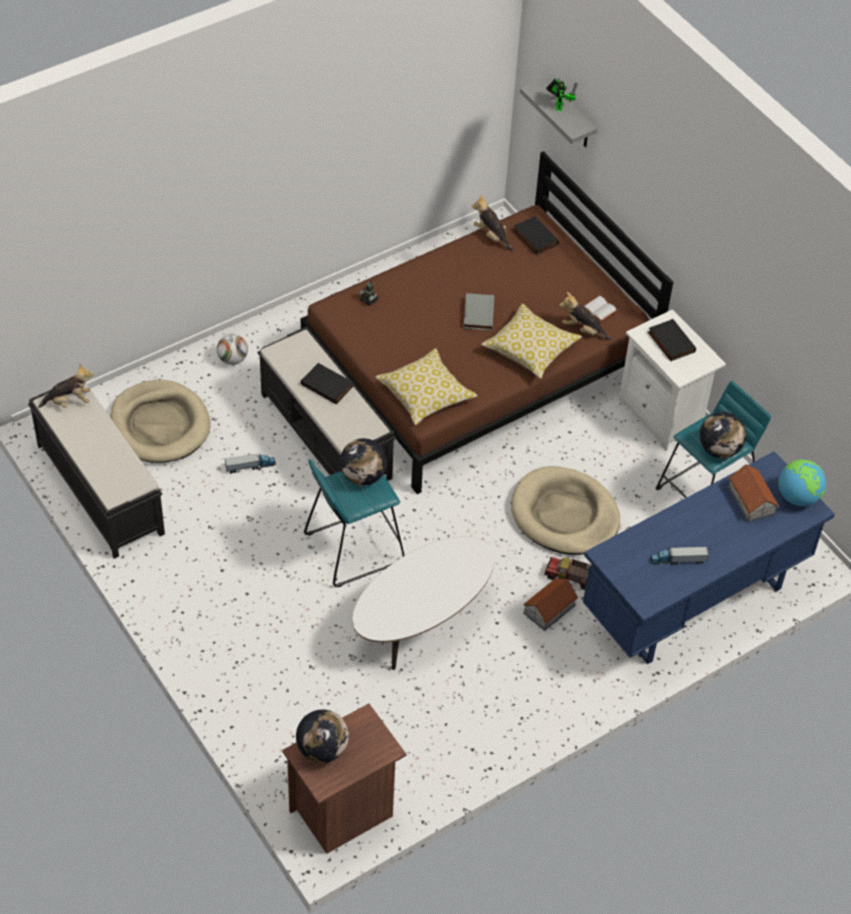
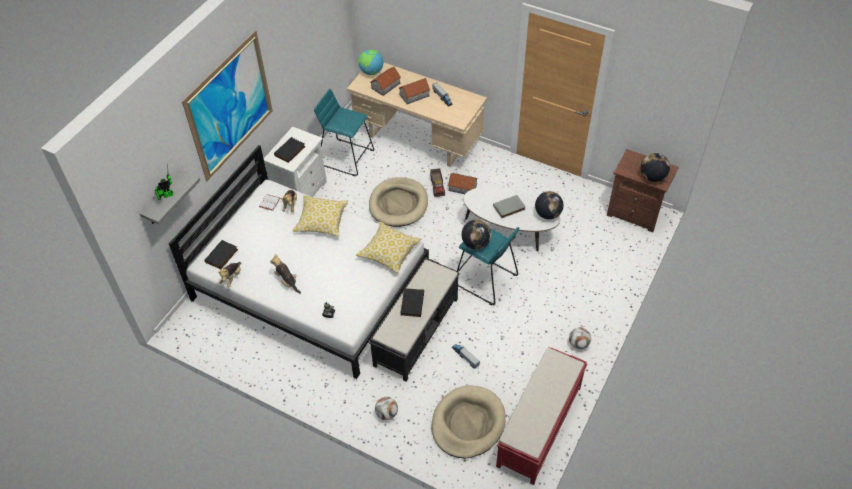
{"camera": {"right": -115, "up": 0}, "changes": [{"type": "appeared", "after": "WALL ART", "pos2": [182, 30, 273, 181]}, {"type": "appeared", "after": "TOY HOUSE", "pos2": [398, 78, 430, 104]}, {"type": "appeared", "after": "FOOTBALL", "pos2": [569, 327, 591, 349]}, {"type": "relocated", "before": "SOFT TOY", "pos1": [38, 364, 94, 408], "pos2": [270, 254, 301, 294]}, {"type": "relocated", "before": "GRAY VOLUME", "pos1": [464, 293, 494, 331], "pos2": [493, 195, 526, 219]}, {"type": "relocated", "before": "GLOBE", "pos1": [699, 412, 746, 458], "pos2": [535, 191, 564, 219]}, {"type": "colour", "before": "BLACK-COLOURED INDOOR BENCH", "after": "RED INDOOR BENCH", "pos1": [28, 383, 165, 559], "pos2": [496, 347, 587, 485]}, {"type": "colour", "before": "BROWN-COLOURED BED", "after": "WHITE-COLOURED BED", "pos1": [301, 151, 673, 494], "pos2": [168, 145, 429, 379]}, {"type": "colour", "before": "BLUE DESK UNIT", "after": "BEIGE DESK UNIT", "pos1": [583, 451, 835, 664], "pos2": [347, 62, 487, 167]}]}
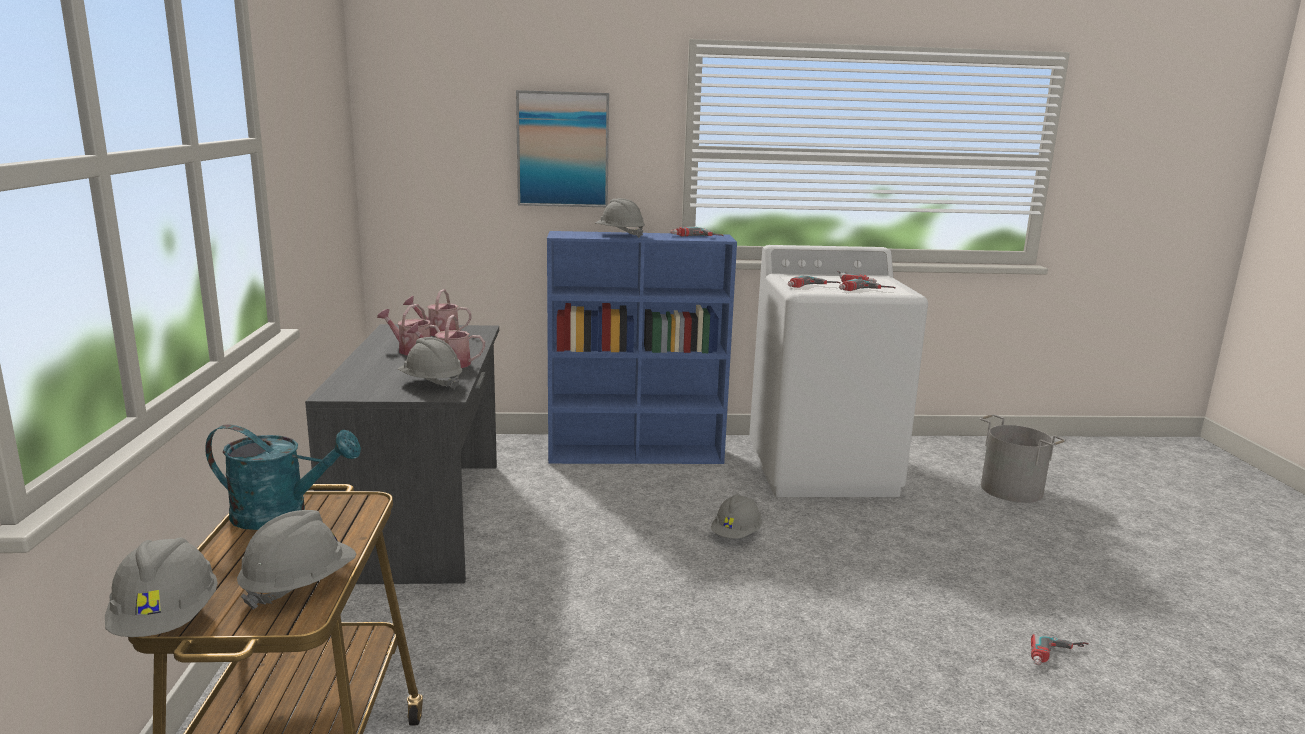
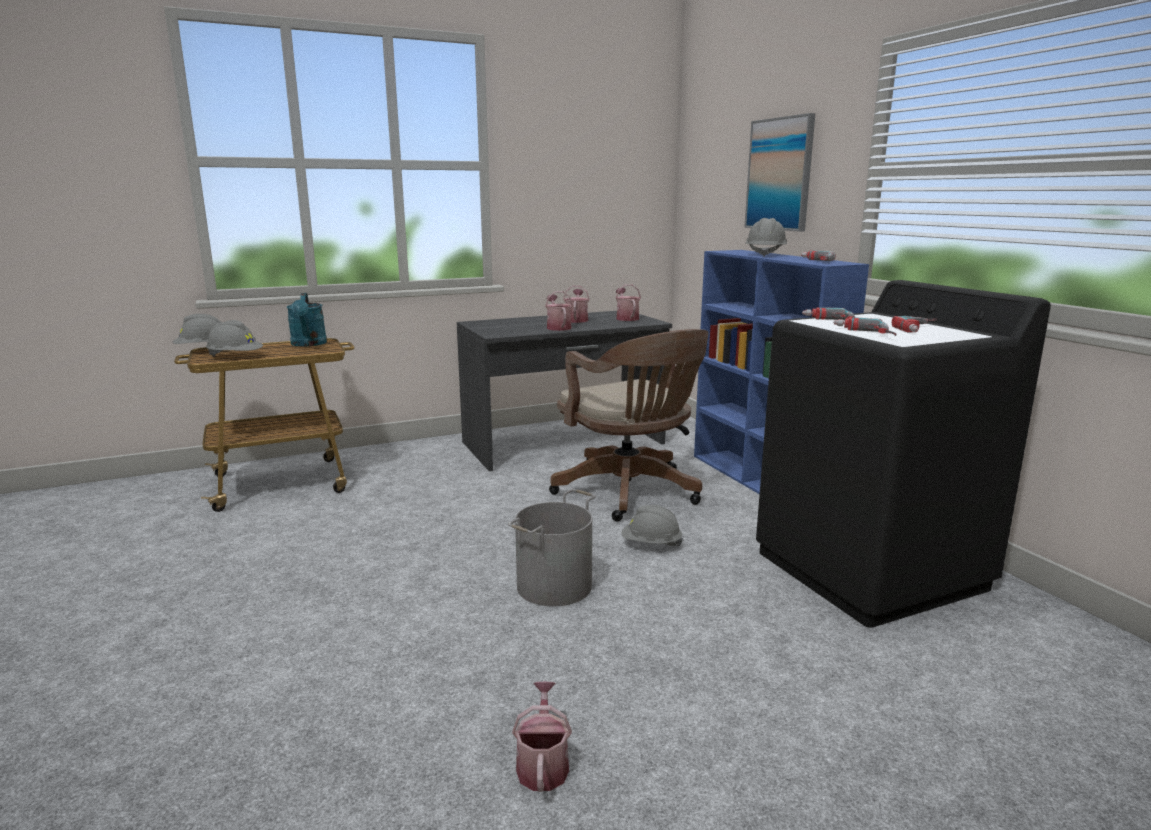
{"camera": {"right": 70, "up": 0}, "changes": [{"type": "missing", "before": "GRAY HARD HAT", "pos1": [398, 337, 462, 389]}, {"type": "appeared", "after": "BROWN-COLOURED OFFICE CHAIR", "pos2": [549, 329, 709, 522]}, {"type": "relocated", "before": "GRAY BUCKET", "pos1": [980, 414, 1066, 503], "pos2": [508, 489, 596, 607]}, {"type": "exchanged", "before": "DRILL", "after": "WATERING CAN", "pos1": [1031, 634, 1089, 666], "pos2": [512, 682, 572, 792]}, {"type": "colour", "before": "WHITE-COLOURED LAUNDRY APPLIANCE", "after": "BLACK-COLOURED LAUNDRY APPLIANCE", "pos1": [749, 245, 928, 497], "pos2": [756, 280, 1051, 628]}]}
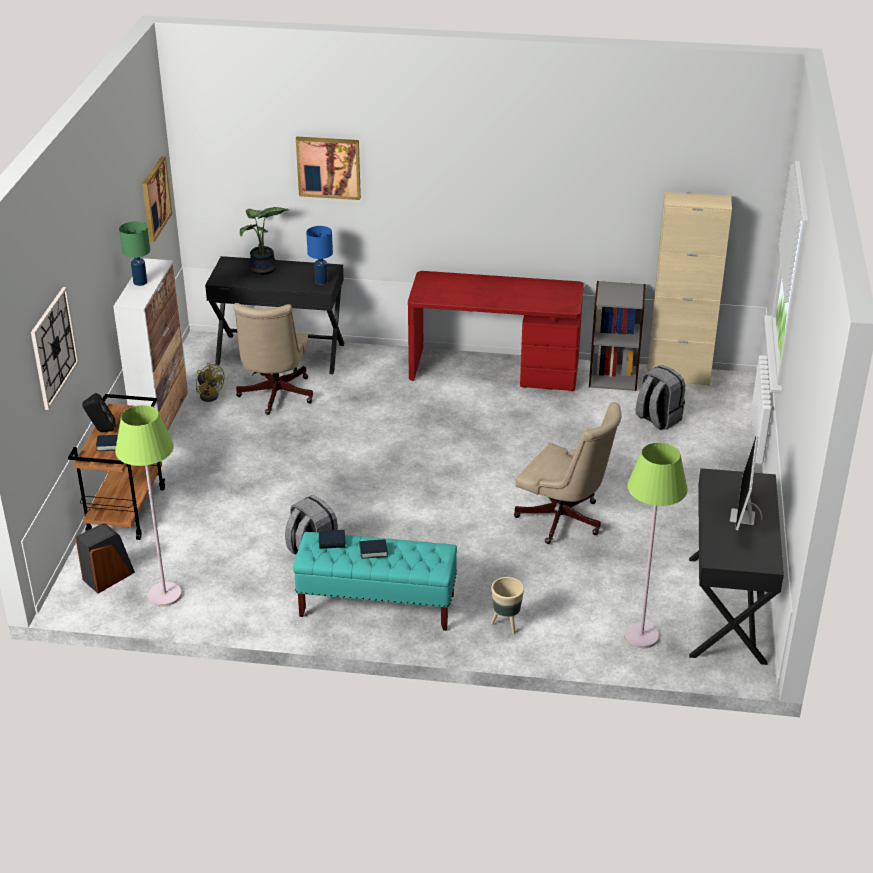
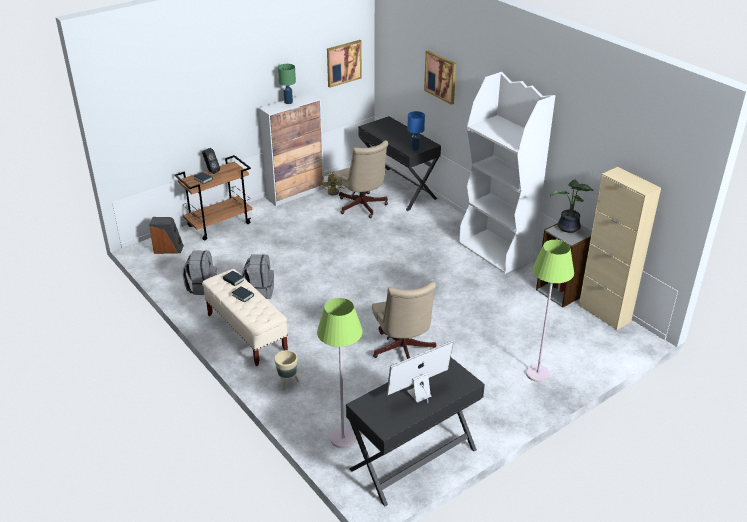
{"camera": {"right": 45, "up": 0}, "changes": [{"type": "missing", "before": "CLOCK ON THE WALL", "pos1": [31, 287, 79, 410]}, {"type": "relocated", "before": "GREENISH FLOOR LAMP", "pos1": [115, 405, 182, 607], "pos2": [526, 240, 574, 382]}, {"type": "relocated", "before": "POTTED PLANT", "pos1": [240, 207, 289, 275], "pos2": [550, 179, 594, 233]}, {"type": "relocated", "before": "GRAY BACKPACK", "pos1": [635, 365, 685, 430], "pos2": [183, 251, 217, 295]}, {"type": "exchanged", "before": "RED DESK UNIT", "after": "WHITE-COLOURED SHELVING UNIT", "pos1": [408, 271, 584, 391], "pos2": [459, 72, 555, 274]}, {"type": "colour", "before": "TURQUOISE INDOOR BENCH", "after": "BEIGE INDOOR BENCH", "pos1": [293, 531, 457, 631], "pos2": [202, 269, 288, 366]}, {"type": "spun", "before": "BEIGE OFFICE CHAIR", "pos1": [233, 303, 313, 415], "pos2": [334, 140, 388, 218], "turn": -75}]}
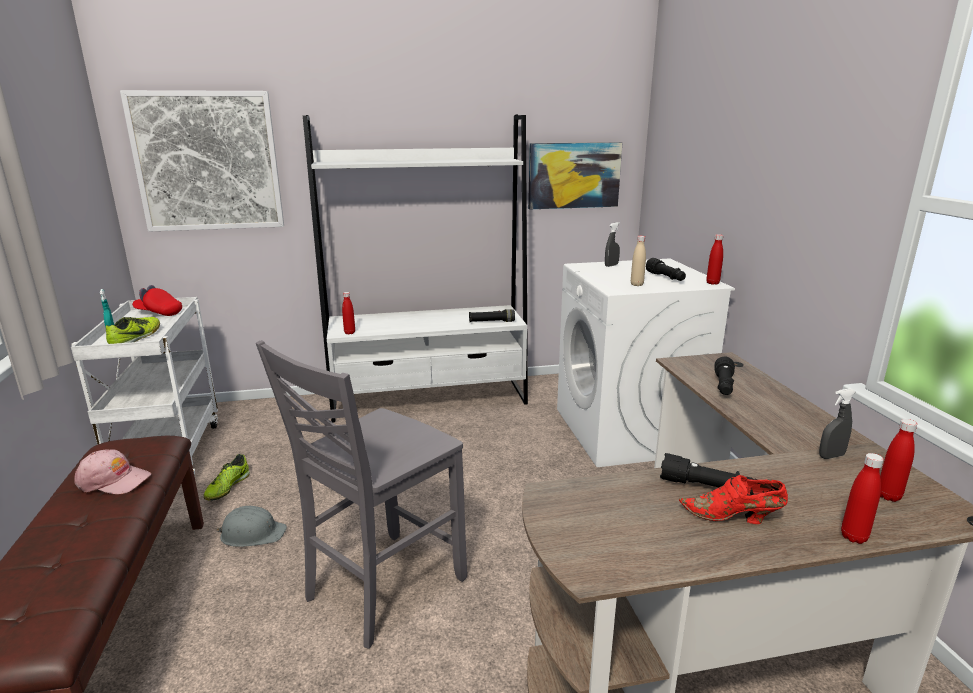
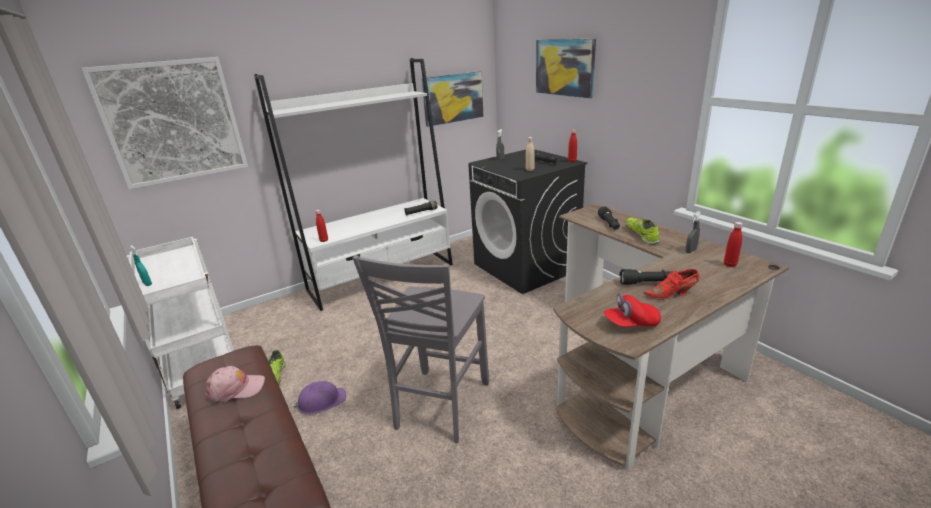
{"camera": {"right": -20, "up": 5}, "changes": [{"type": "missing", "before": "RED DRINK BOTTLE", "pos1": [841, 453, 884, 544]}, {"type": "appeared", "after": "WALL ART", "pos2": [536, 39, 596, 98]}, {"type": "relocated", "before": "ITEM OF FOOTWEAR", "pos1": [106, 317, 160, 344], "pos2": [626, 218, 659, 245]}, {"type": "relocated", "before": "RED BASEBALL CAP", "pos1": [132, 285, 182, 316], "pos2": [604, 293, 661, 327]}, {"type": "colour", "before": "GRAY HARD HAT", "after": "PURPLE HARD HAT", "pos1": [216, 506, 287, 547], "pos2": [294, 381, 346, 415]}, {"type": "colour", "before": "WHITE-COLOURED LAUNDRY APPLIANCE", "after": "BLACK-COLOURED LAUNDRY APPLIANCE", "pos1": [557, 258, 735, 467], "pos2": [468, 149, 587, 294]}]}
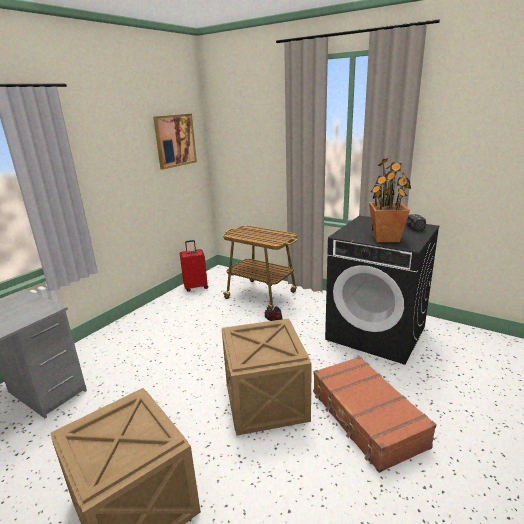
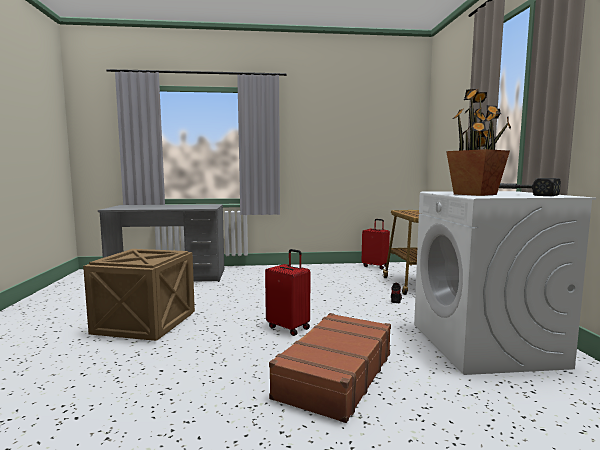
{"camera": {"right": 50, "up": -15}, "changes": [{"type": "missing", "before": "WALL ART", "pos1": [153, 114, 197, 170]}, {"type": "exchanged", "before": "CRATE", "after": "RED SUITCASE", "pos1": [222, 318, 312, 436], "pos2": [265, 249, 310, 336]}, {"type": "colour", "before": "BLACK-COLOURED LAUNDRY APPLIANCE", "after": "WHITE-COLOURED LAUNDRY APPLIANCE", "pos1": [325, 216, 439, 365], "pos2": [414, 191, 596, 375]}]}
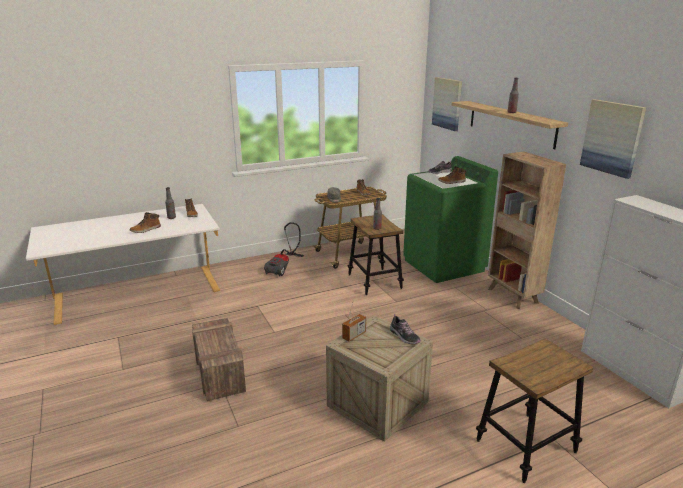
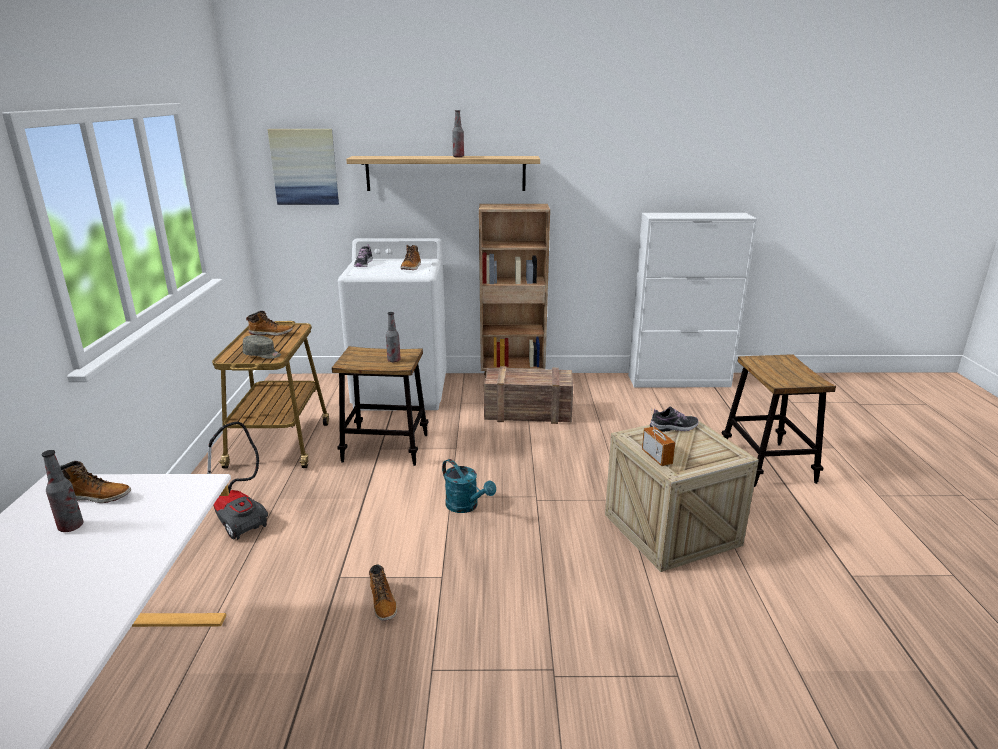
{"camera": {"right": -65, "up": 0}, "changes": [{"type": "missing", "before": "WALL ART", "pos1": [580, 99, 646, 179]}, {"type": "appeared", "after": "TURQUOISE WATERING CAN", "pos2": [442, 459, 496, 513]}, {"type": "relocated", "before": "HIGH-TOP BOOT", "pos1": [129, 212, 161, 233], "pos2": [369, 564, 397, 621]}, {"type": "relocated", "before": "CRATE", "pos1": [192, 318, 246, 401], "pos2": [484, 366, 573, 424]}, {"type": "colour", "before": "GREENISH LAUNDRY APPLIANCE", "after": "WHITE-COLOURED LAUNDRY APPLIANCE", "pos1": [403, 156, 498, 283], "pos2": [338, 238, 447, 410]}]}
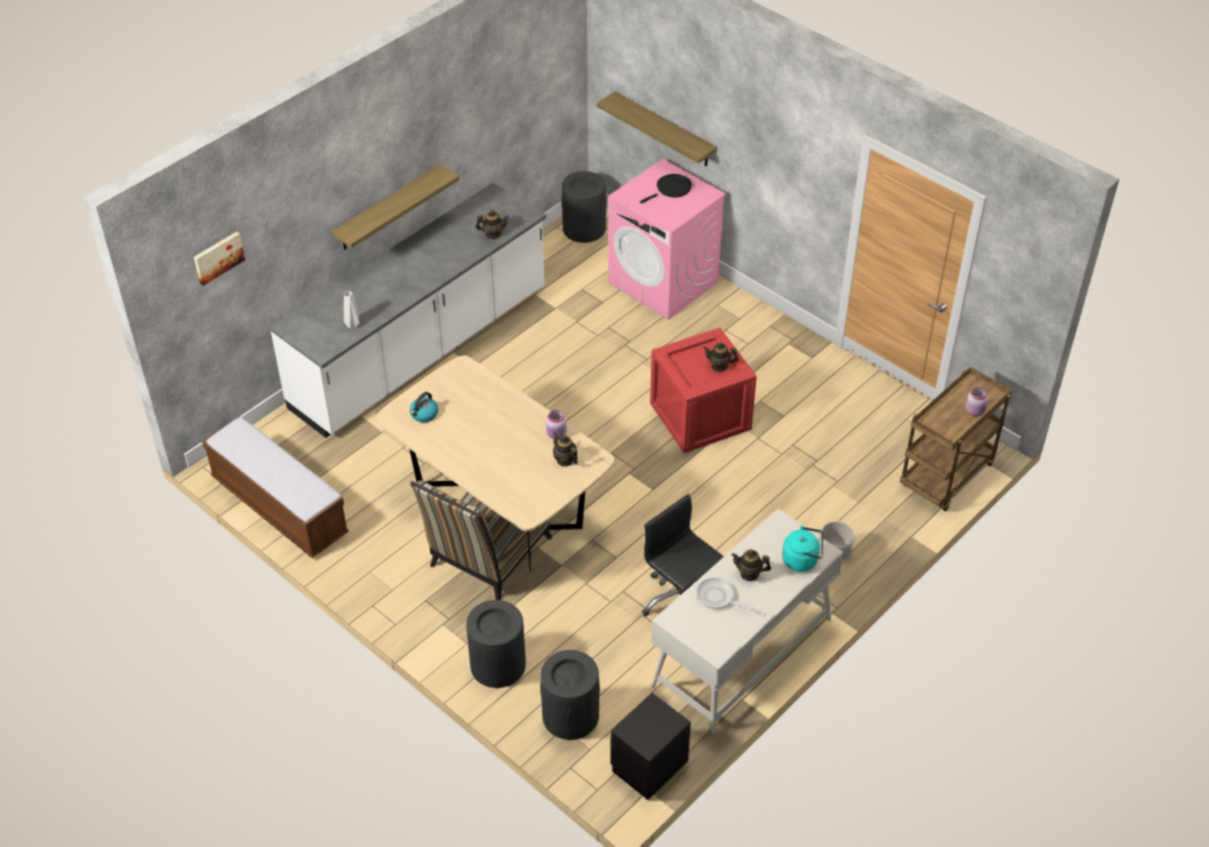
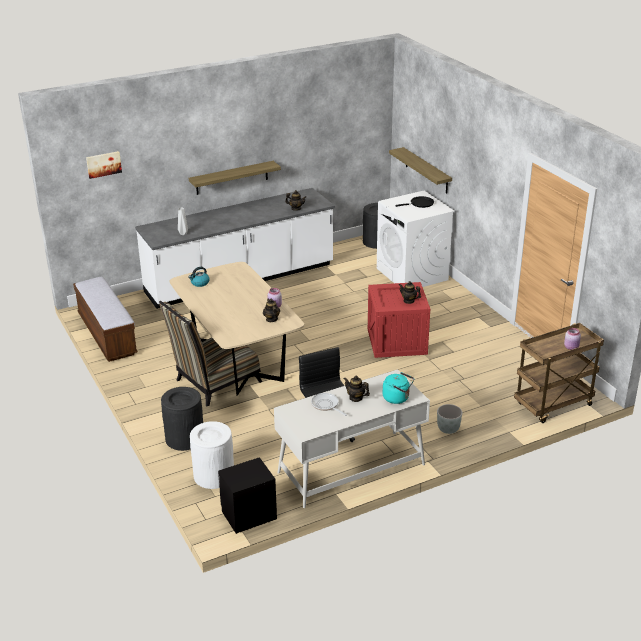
{"camera": {"right": 20, "up": -15}, "changes": [{"type": "colour", "before": "BLACK-COLOURED TRASH CAN", "after": "WHITE-COLOURED TRASH CAN", "pos1": [540, 650, 600, 740], "pos2": [190, 421, 234, 489]}, {"type": "colour", "before": "PINK-COLOURED LAUNDRY APPLIANCE", "after": "WHITE-COLOURED LAUNDRY APPLIANCE", "pos1": [608, 159, 726, 320], "pos2": [376, 191, 455, 287]}]}
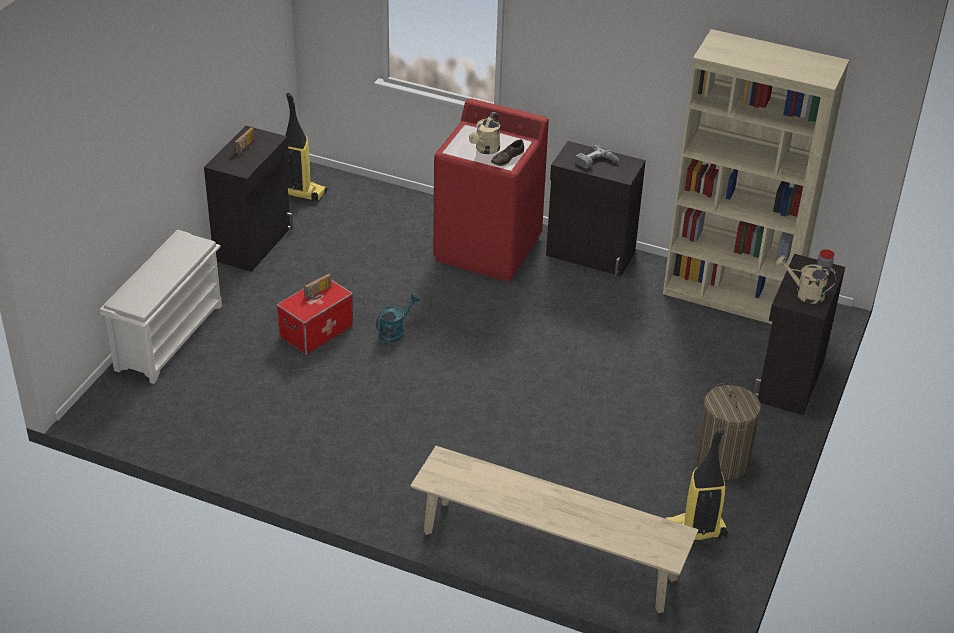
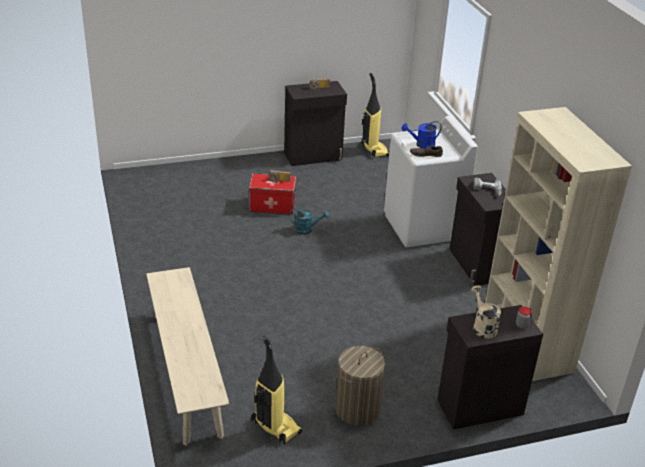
{"camera": {"right": 50, "up": -5}, "changes": [{"type": "missing", "before": "WHITE-COLOURED SHOE SHELF", "pos1": [100, 230, 222, 384]}, {"type": "colour", "before": "RED LAUNDRY APPLIANCE", "after": "WHITE-COLOURED LAUNDRY APPLIANCE", "pos1": [433, 98, 549, 281], "pos2": [384, 116, 478, 247]}, {"type": "colour", "before": "BEIGE WATERING CAN", "after": "BLUE WATERING CAN", "pos1": [469, 112, 500, 154], "pos2": [402, 121, 442, 148]}]}
